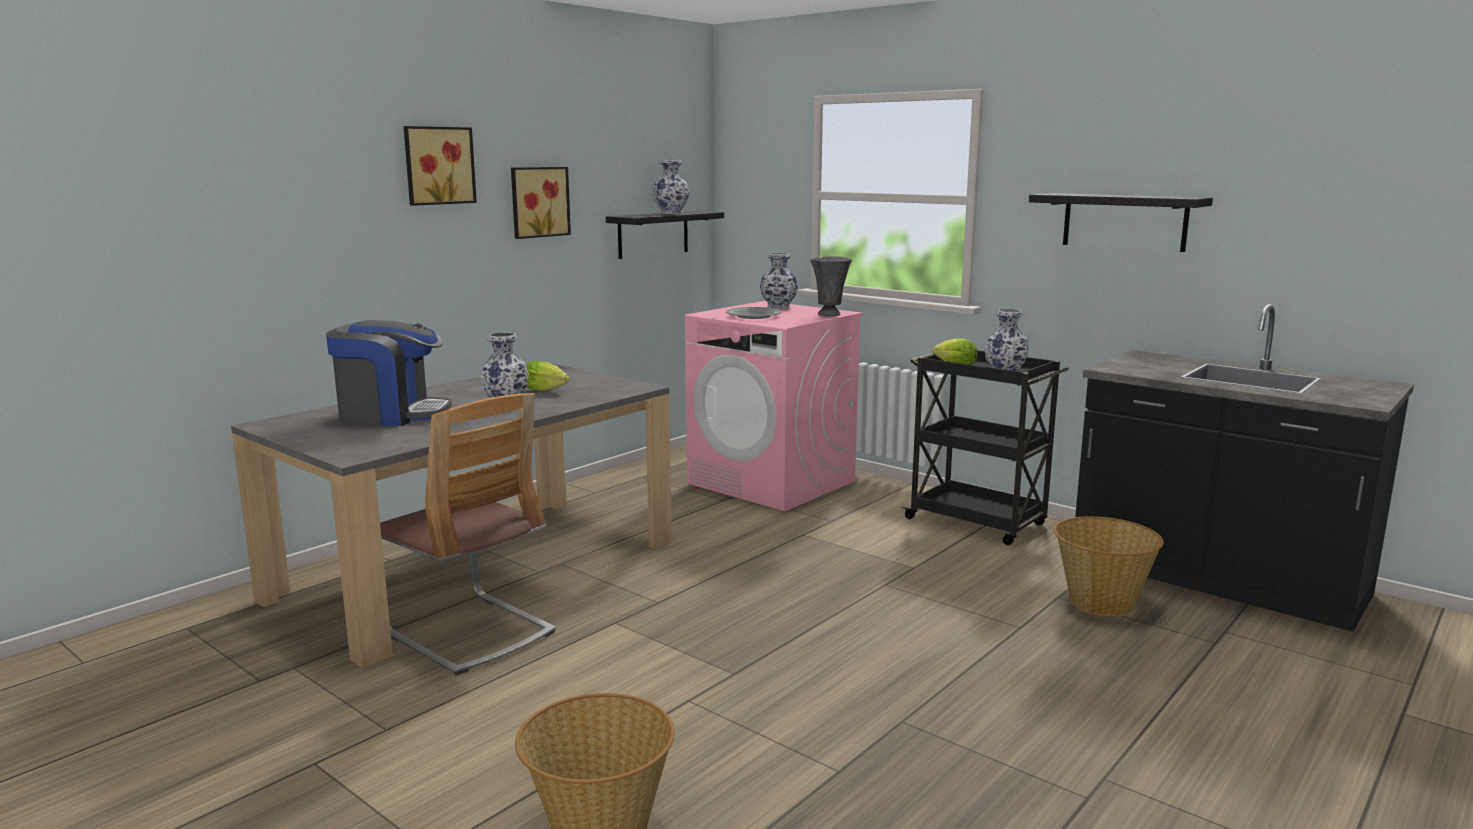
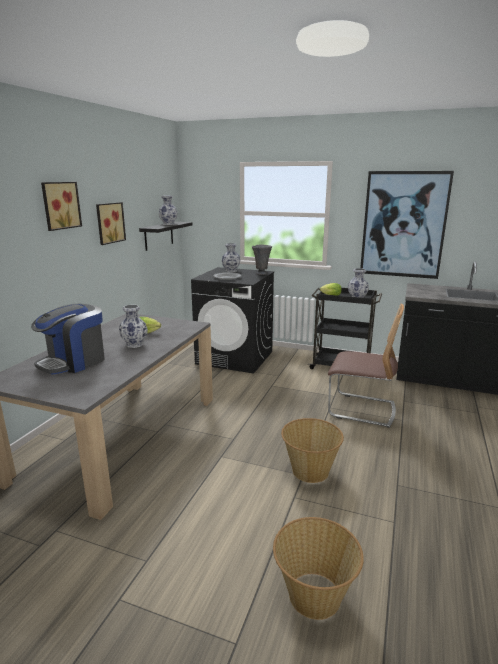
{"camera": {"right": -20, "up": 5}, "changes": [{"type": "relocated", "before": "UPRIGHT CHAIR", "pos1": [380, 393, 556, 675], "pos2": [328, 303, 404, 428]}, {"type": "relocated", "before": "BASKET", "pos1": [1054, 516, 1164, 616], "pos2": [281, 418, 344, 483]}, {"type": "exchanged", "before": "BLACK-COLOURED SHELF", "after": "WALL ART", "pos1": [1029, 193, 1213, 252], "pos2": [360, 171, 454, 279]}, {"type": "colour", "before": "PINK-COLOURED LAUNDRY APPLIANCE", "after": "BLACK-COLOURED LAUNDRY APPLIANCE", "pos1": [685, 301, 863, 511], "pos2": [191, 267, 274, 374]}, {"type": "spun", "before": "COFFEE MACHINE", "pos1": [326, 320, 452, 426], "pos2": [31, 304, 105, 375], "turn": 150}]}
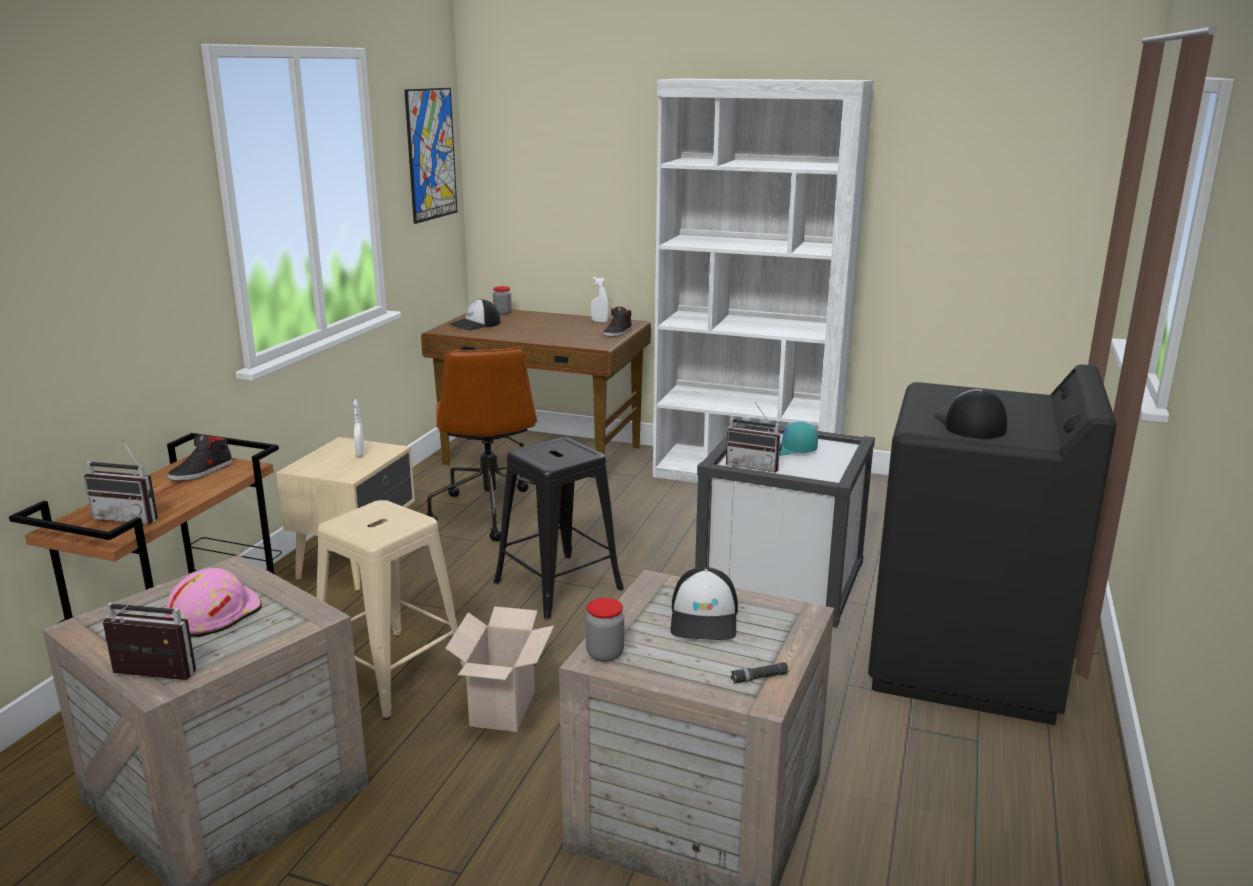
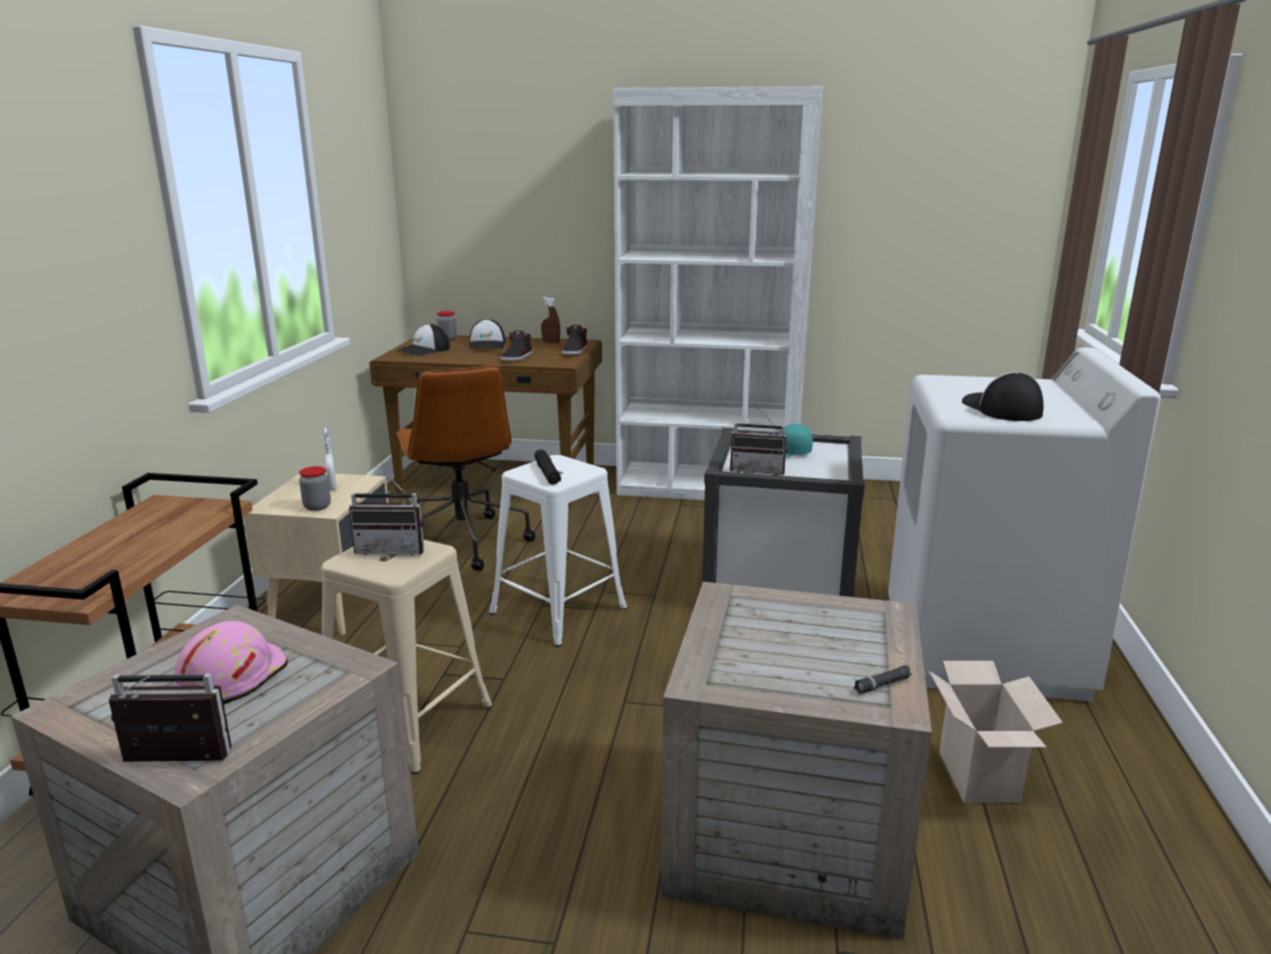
{"camera": {"right": -10, "up": 0}, "changes": [{"type": "missing", "before": "WALL ART", "pos1": [404, 88, 457, 224]}, {"type": "appeared", "after": "BLACK-COLOURED TORCH", "pos2": [534, 449, 561, 485]}, {"type": "relocated", "before": "RADIO RECEIVER", "pos1": [84, 440, 158, 524], "pos2": [349, 468, 424, 555]}, {"type": "relocated", "before": "BLACK-COLOURED ITEM OF FOOTWEAR", "pos1": [167, 434, 232, 481], "pos2": [501, 330, 532, 361]}, {"type": "relocated", "before": "CARTON", "pos1": [445, 606, 554, 732], "pos2": [929, 661, 1063, 803]}, {"type": "relocated", "before": "JAR", "pos1": [585, 598, 624, 662], "pos2": [299, 466, 331, 511]}, {"type": "relocated", "before": "BASEBALL CAP", "pos1": [670, 567, 738, 640], "pos2": [468, 319, 505, 349]}, {"type": "colour", "before": "BLACK-COLOURED SITTING STOOL", "after": "WHITE-COLOURED SITTING STOOL", "pos1": [494, 437, 624, 620], "pos2": [489, 455, 627, 647]}, {"type": "colour", "before": "WHITE-COLOURED SPRAY BOTTLE", "after": "BROWN-COLOURED SPRAY BOTTLE", "pos1": [591, 277, 609, 323], "pos2": [541, 297, 560, 343]}, {"type": "colour", "before": "BLACK-COLOURED LAUNDRY APPLIANCE", "after": "WHITE-COLOURED LAUNDRY APPLIANCE", "pos1": [868, 364, 1117, 725], "pos2": [888, 347, 1161, 702]}]}
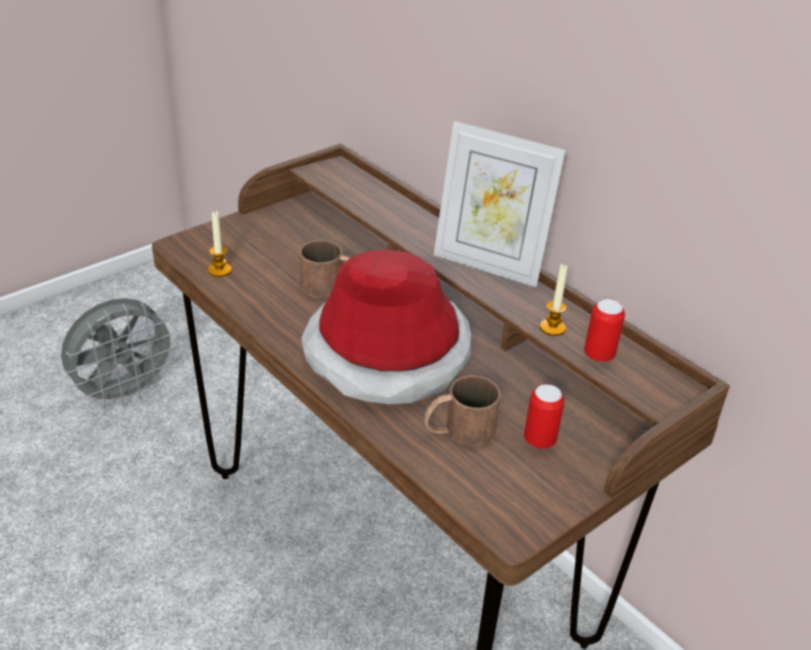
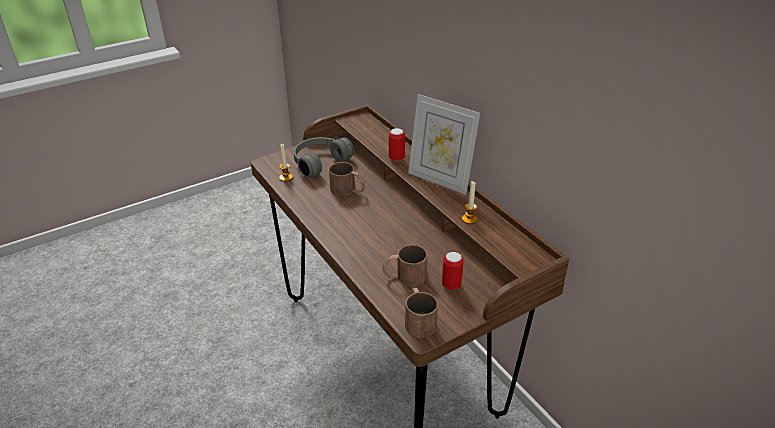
{"camera": {"right": 10, "up": 0}, "changes": [{"type": "missing", "before": "GRAY FAN", "pos1": [61, 298, 179, 408]}, {"type": "missing", "before": "HAT", "pos1": [301, 249, 471, 404]}, {"type": "appeared", "after": "GRAY PAIR OF HEADPHONES", "pos2": [294, 137, 354, 178]}, {"type": "appeared", "after": "BROWN-COLOURED MUG", "pos2": [405, 288, 438, 338]}, {"type": "relocated", "before": "SEALED CAN", "pos1": [584, 299, 625, 362], "pos2": [389, 128, 405, 161]}]}
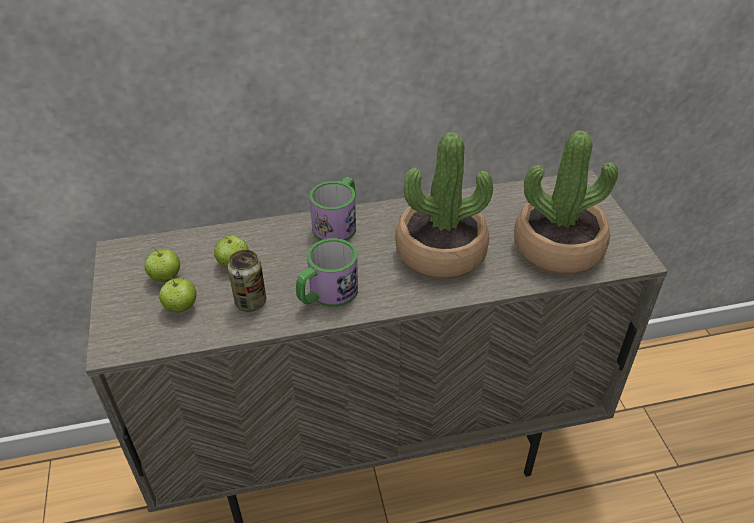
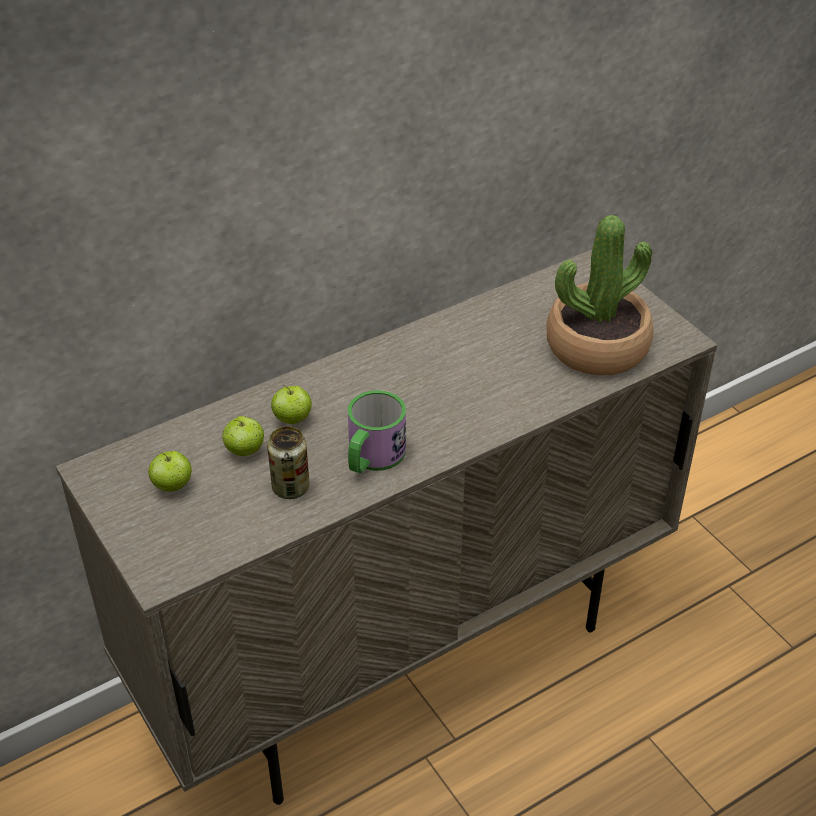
{"camera": {"right": -20, "up": 0}, "changes": [{"type": "missing", "before": "MUG", "pos1": [310, 177, 356, 241]}, {"type": "missing", "before": "POTTED PLANT", "pos1": [395, 132, 493, 280]}, {"type": "relocated", "before": "APPLE FRUIT", "pos1": [159, 277, 197, 312], "pos2": [271, 385, 312, 424]}]}
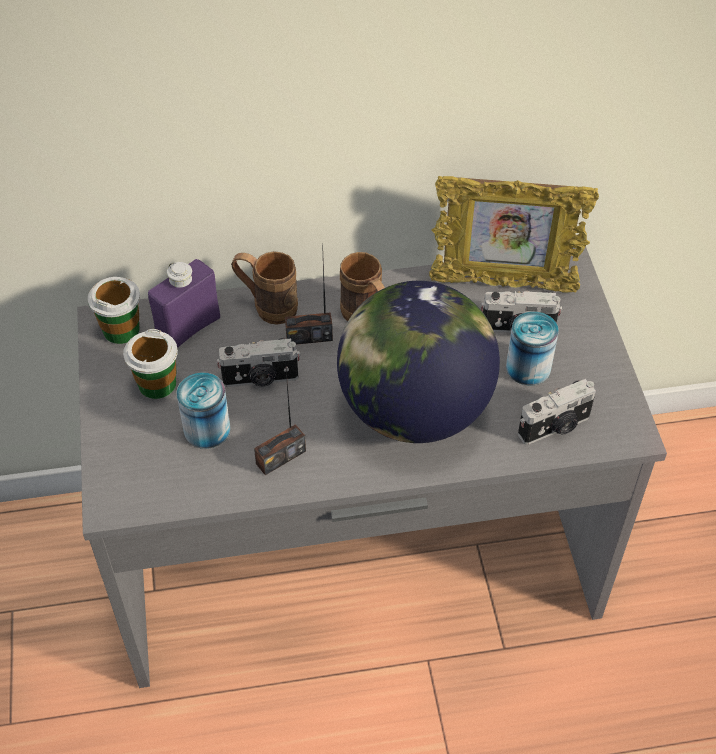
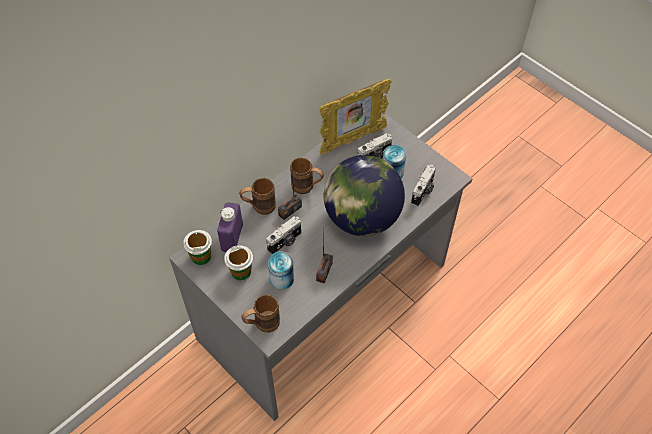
{"camera": {"right": -35, "up": 5}, "changes": [{"type": "appeared", "after": "BROWN-COLOURED MUG", "pos2": [241, 295, 280, 333]}]}
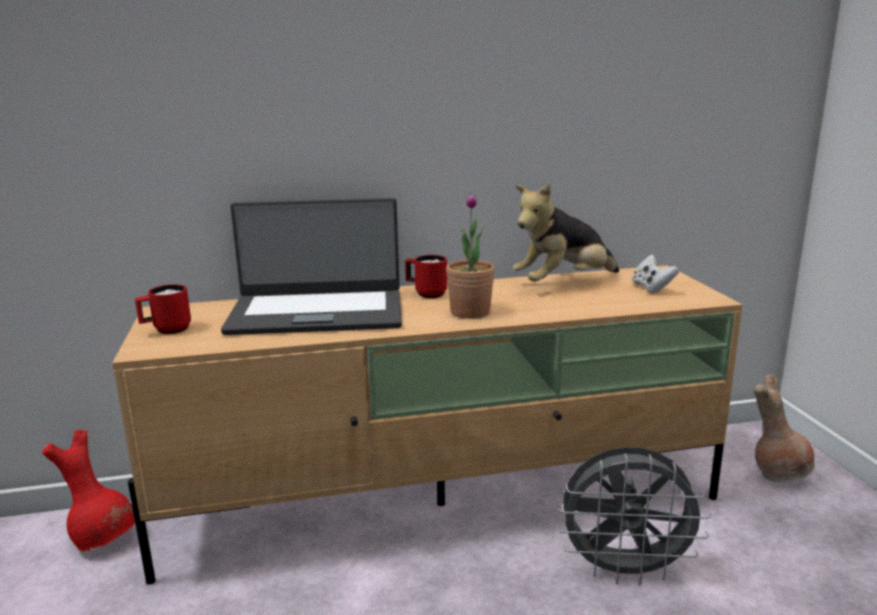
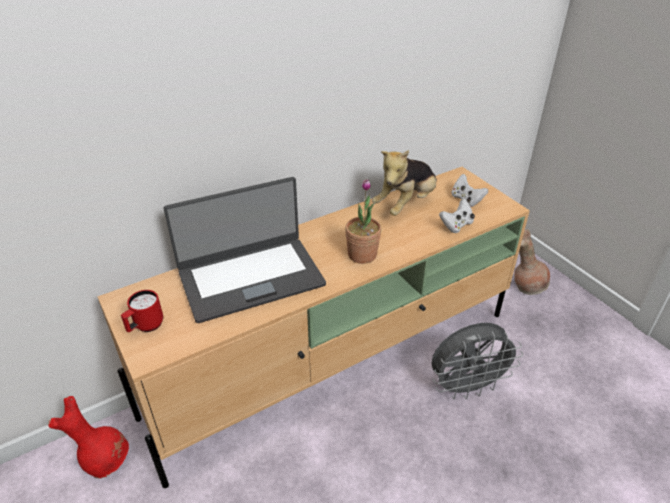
{"camera": {"right": -20, "up": 20}, "changes": [{"type": "missing", "before": "RED MUG", "pos1": [405, 255, 447, 298]}, {"type": "appeared", "after": "WHITE-COLOURED GAME CONTROLLER", "pos2": [439, 198, 475, 233]}]}
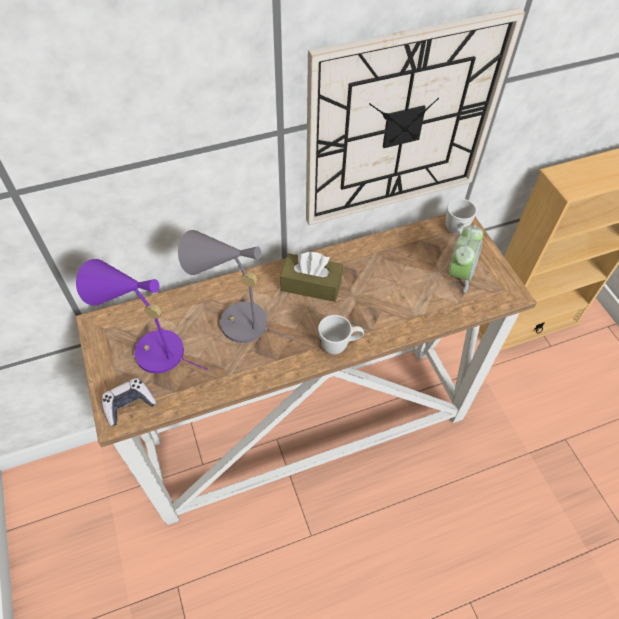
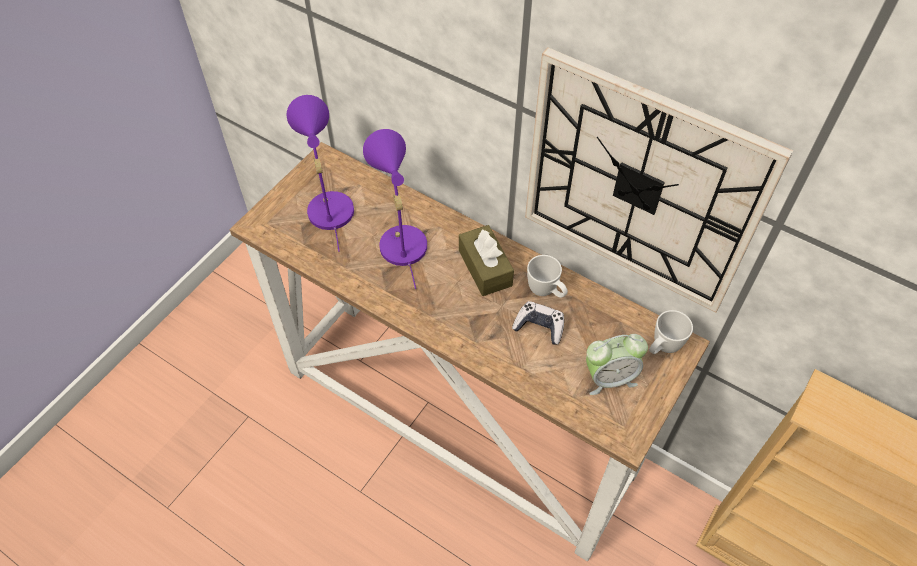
{"camera": {"right": 55, "up": 0}, "changes": [{"type": "relocated", "before": "GAME CONTROLLER", "pos1": [102, 378, 156, 426], "pos2": [512, 301, 564, 344]}, {"type": "relocated", "before": "WHITE-COLOURED MUG", "pos1": [318, 315, 364, 354], "pos2": [527, 255, 568, 298]}, {"type": "colour", "before": "GRAY TABLETOP LAMP", "after": "PURPLE TABLETOP LAMP", "pos1": [178, 230, 293, 343], "pos2": [363, 129, 427, 289]}]}
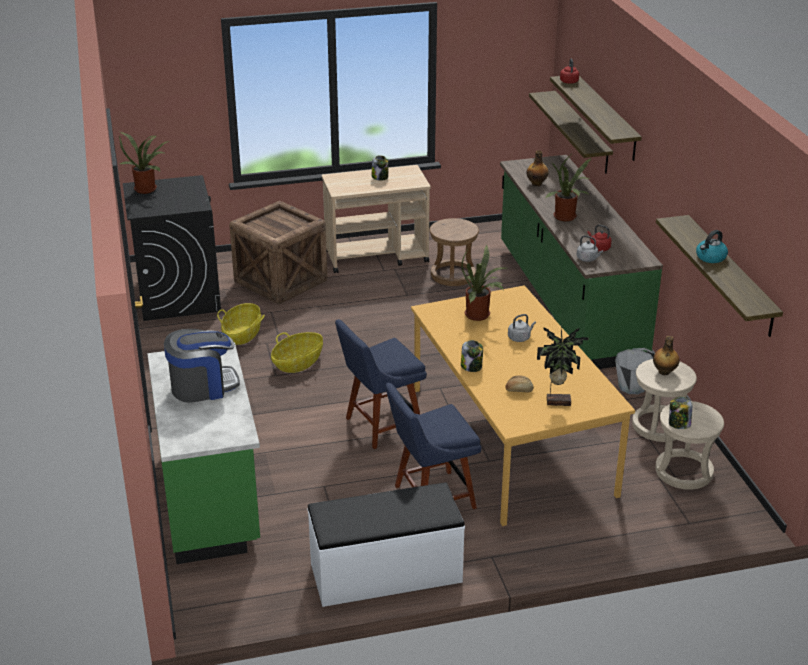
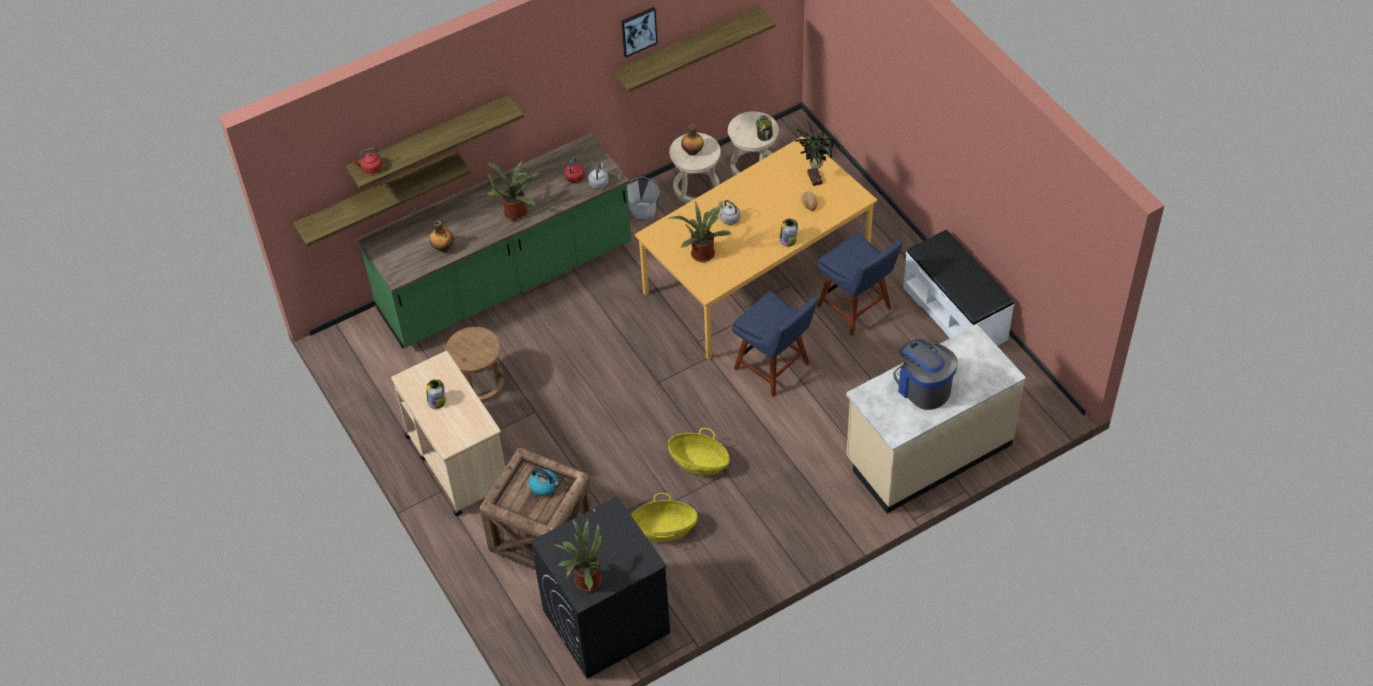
{"camera": {"right": -105, "up": 20}, "changes": [{"type": "appeared", "after": "WALL ART", "pos2": [621, 7, 658, 57]}, {"type": "relocated", "before": "WATER KETTLE", "pos1": [696, 230, 728, 263], "pos2": [529, 468, 559, 496]}, {"type": "colour", "before": "GREENISH KITCHEN BASE UNIT", "after": "BEIGE KITCHEN BASE UNIT", "pos1": [147, 342, 260, 564], "pos2": [846, 324, 1026, 513]}]}
